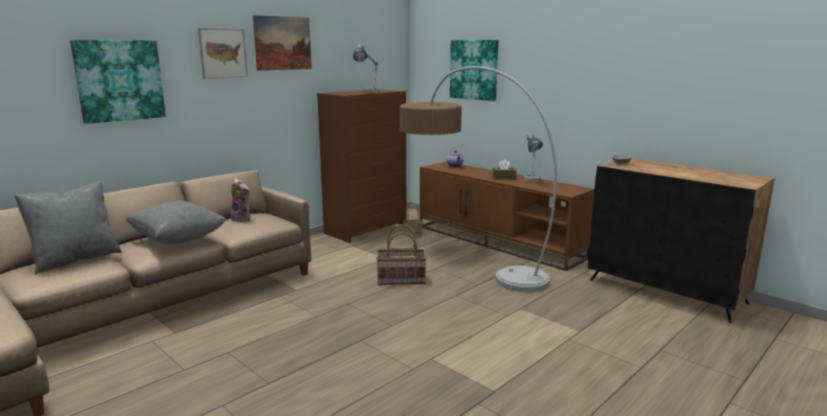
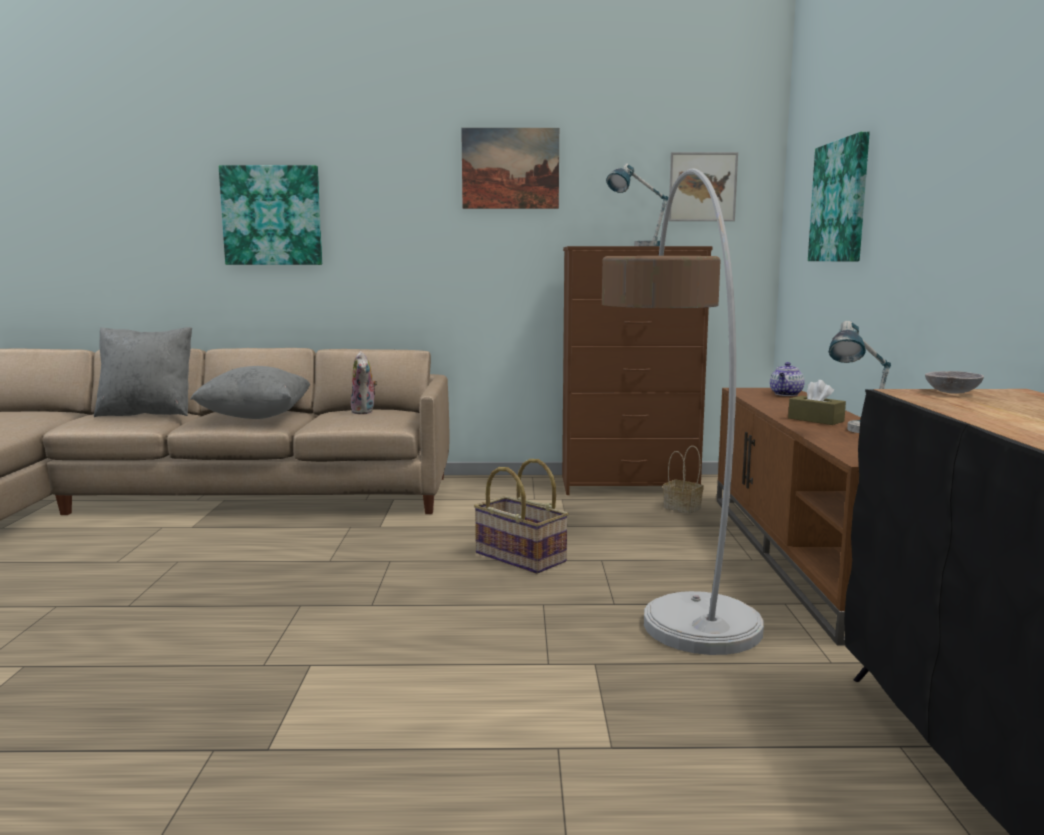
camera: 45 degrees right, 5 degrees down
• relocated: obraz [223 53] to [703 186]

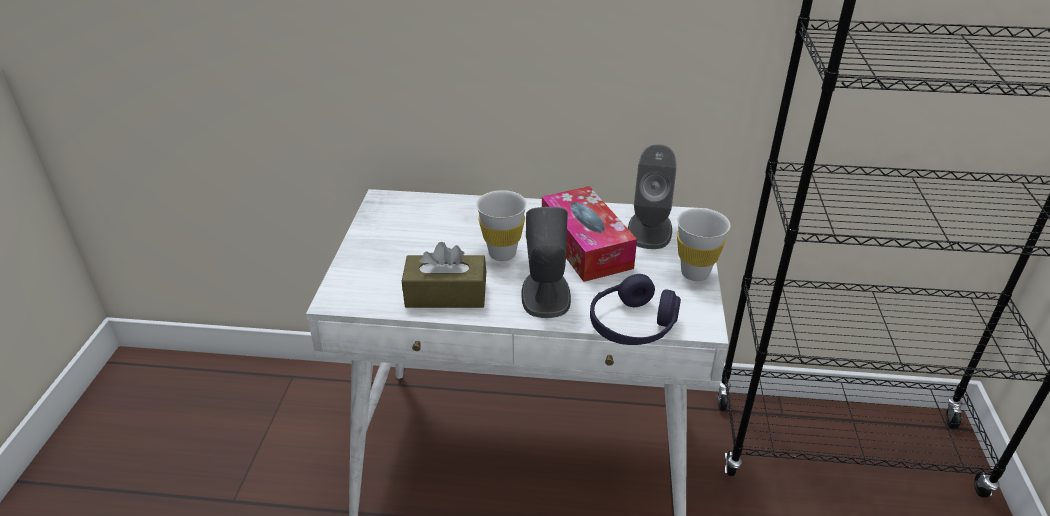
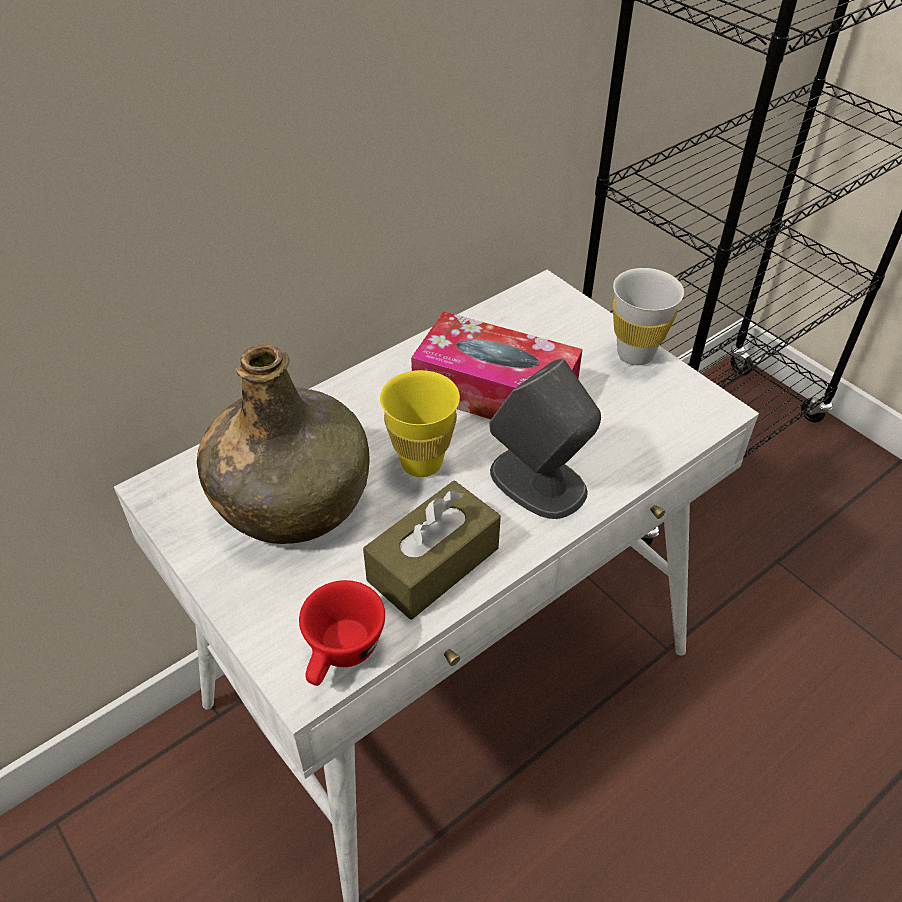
camera: 45 degrees left, 10 degrees up
• missing: słuchawki [fioletowy] [635 309]
• missing: głośnik [szary] [652 196]
• appeared: butelka [zielony] [283 444]
• appeared: filiżanka [czerwony] [342 633]
• colour: filiżanka [biały] [501 225] to filiżanka [żółty] [420 423]

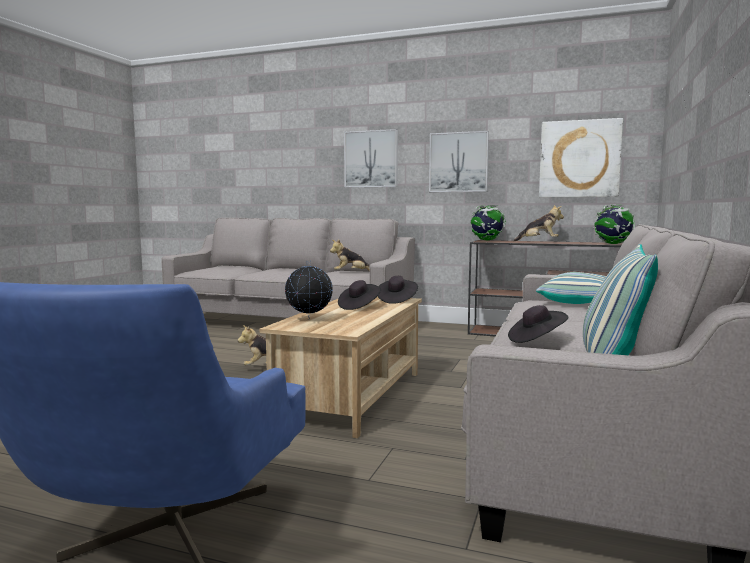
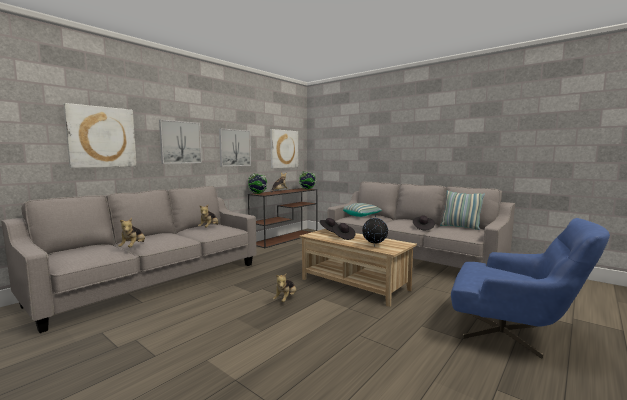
camera: 70 degrees left, 0 degrees up
• appeared: obraz [100 135]
• appeared: pluszak [131 232]

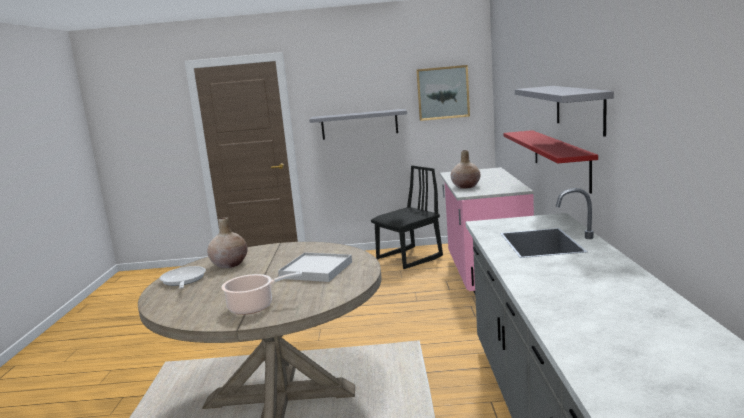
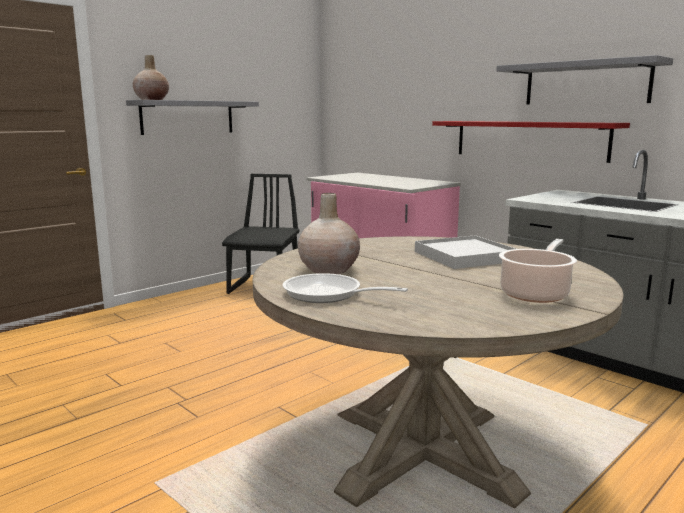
camera: 45 degrees left, 0 degrees up
• missing: obraz [443 93]
• relocated: wazon [beżowy] [466 169] to [151 77]

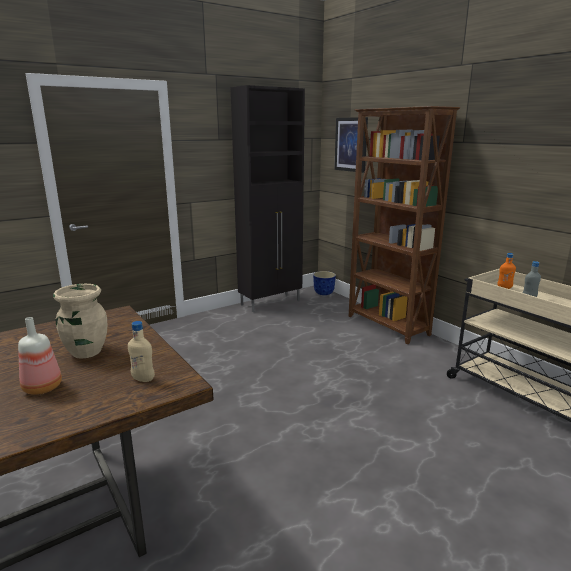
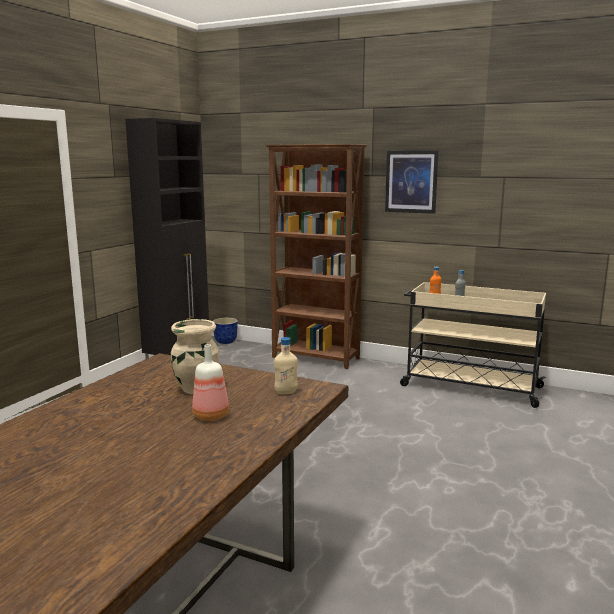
camera: 30 degrees left, 5 degrees down
• relocated: obraz [351 145] to [412 182]

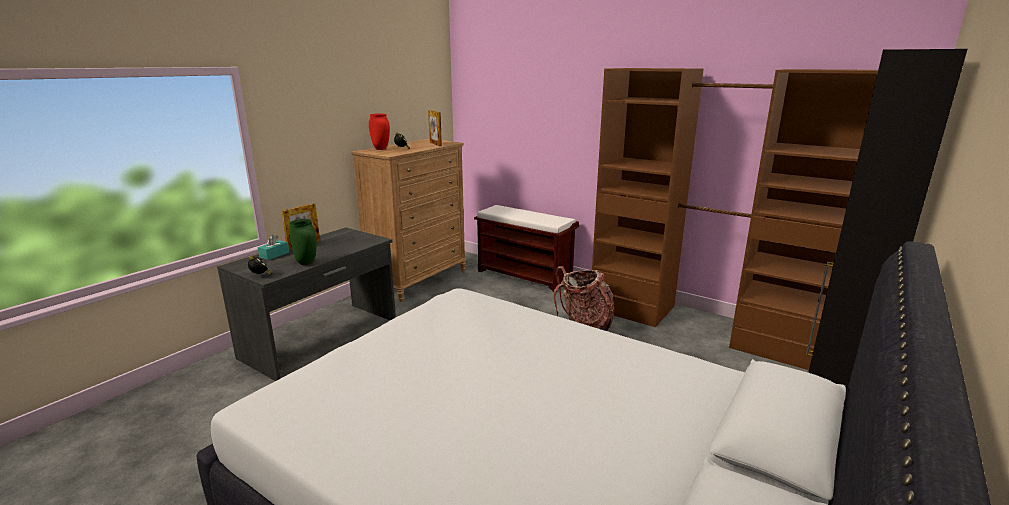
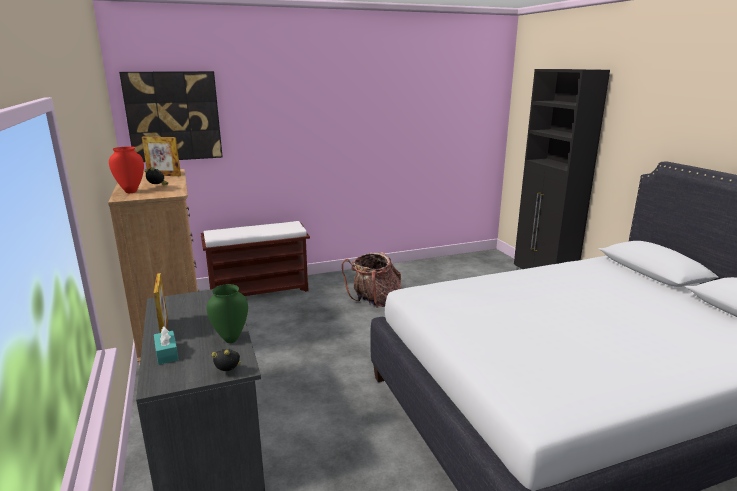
camera: 55 degrees left, 0 degrees up
• missing: szafa [brązowy] [735 219]
• appeared: obraz [171 116]

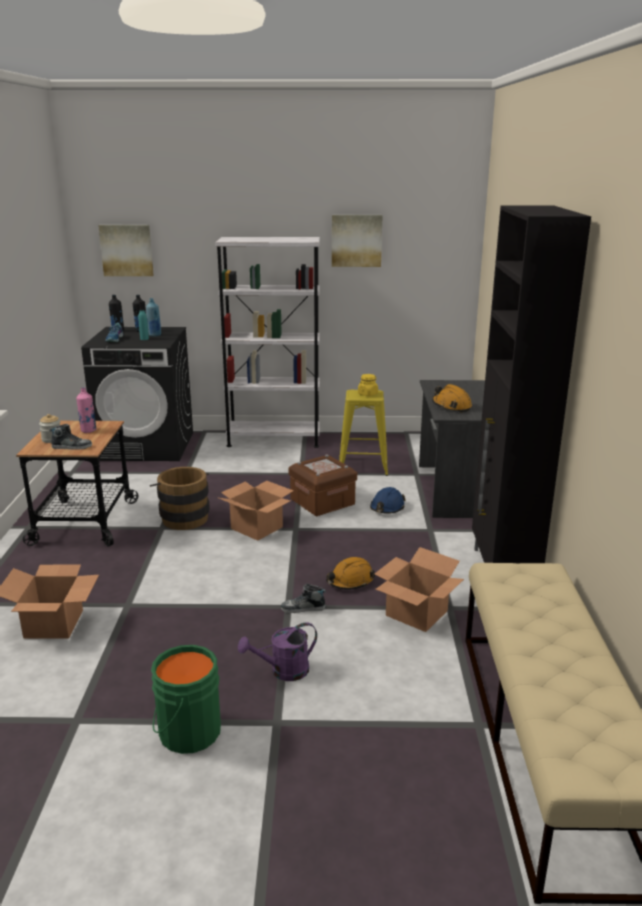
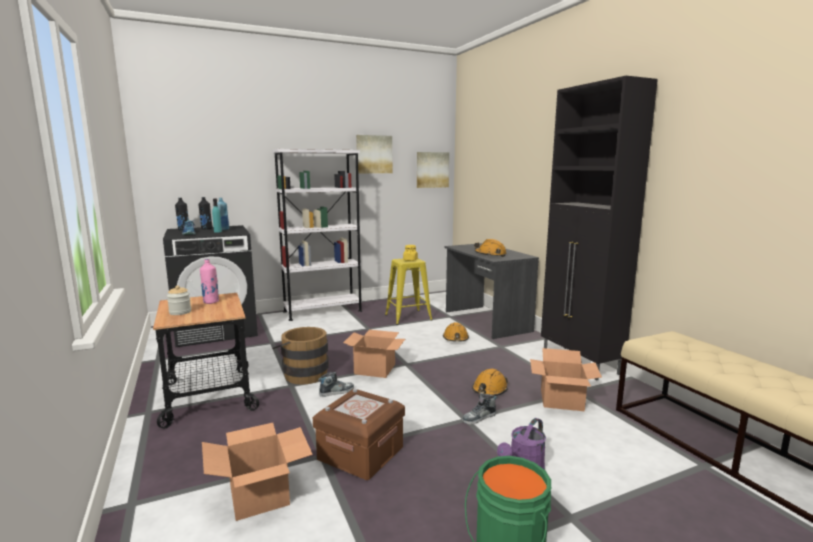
camera: 25 degrees left, 10 degrees down
• relocated: but [71 437] to [336 384]
• relocated: obraz [126 250] to [433 170]
• relocated: pojemnik do przechowywania [brązowy] [322 485] to [359 434]
• colour: kask [niebieski] [388 500] to kask [pomarańczowy] [456 332]

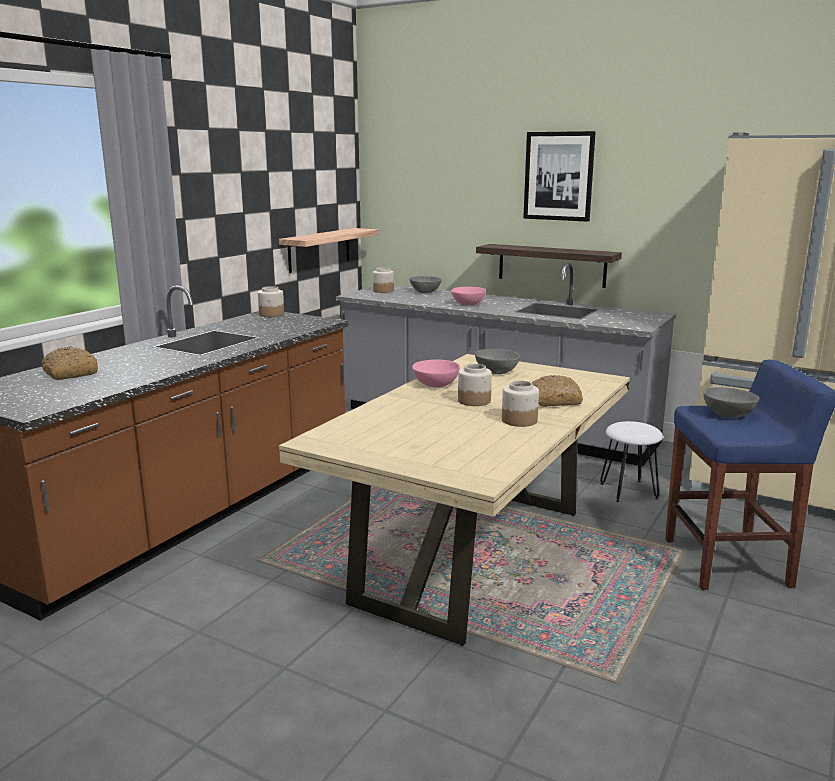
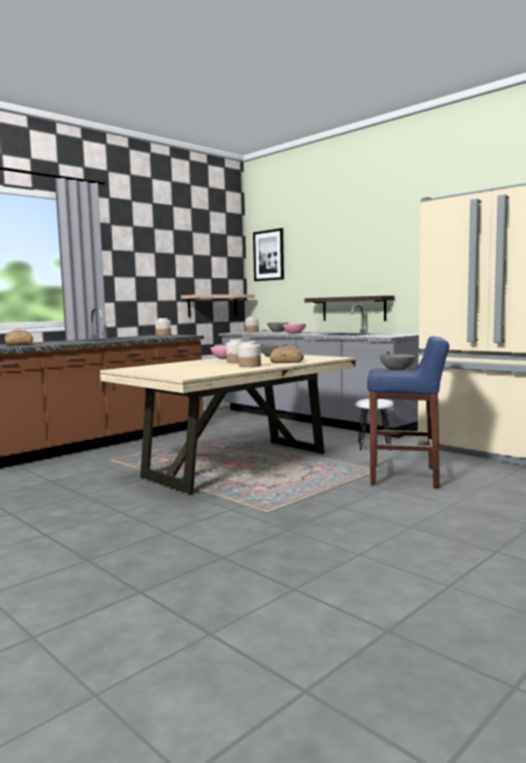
camera: 15 degrees right, 10 degrees down
• relocated: obraz [559 176] to [268 254]

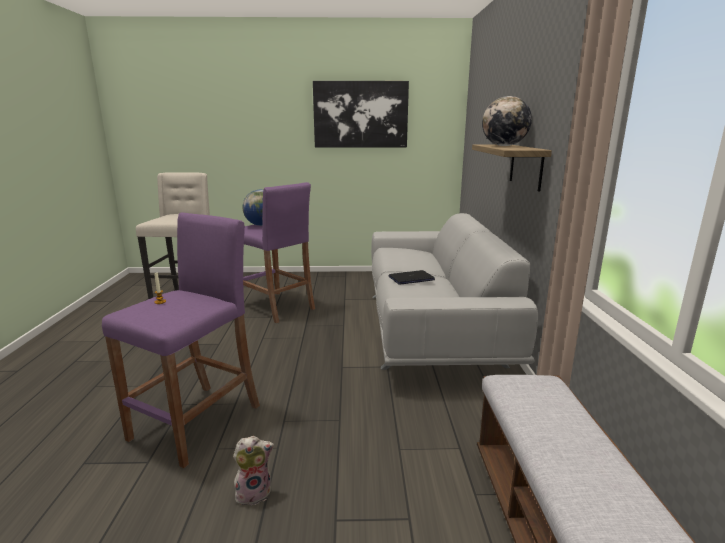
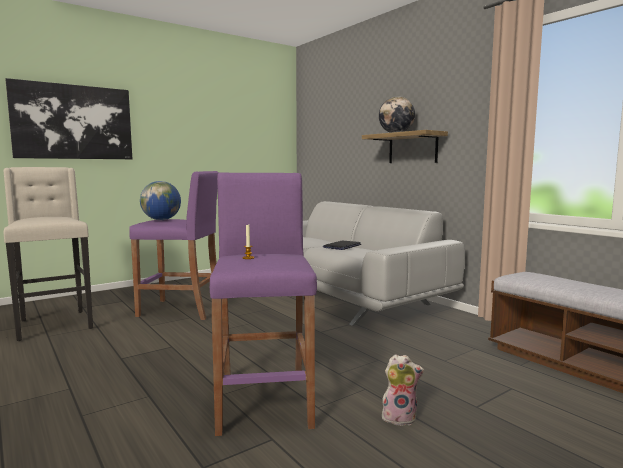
camera: 35 degrees left, 10 degrees down
• relocated: obraz [361 114] to [68 118]
• spun: pluszak [253 472] = [402 390] 60 degrees clockwise

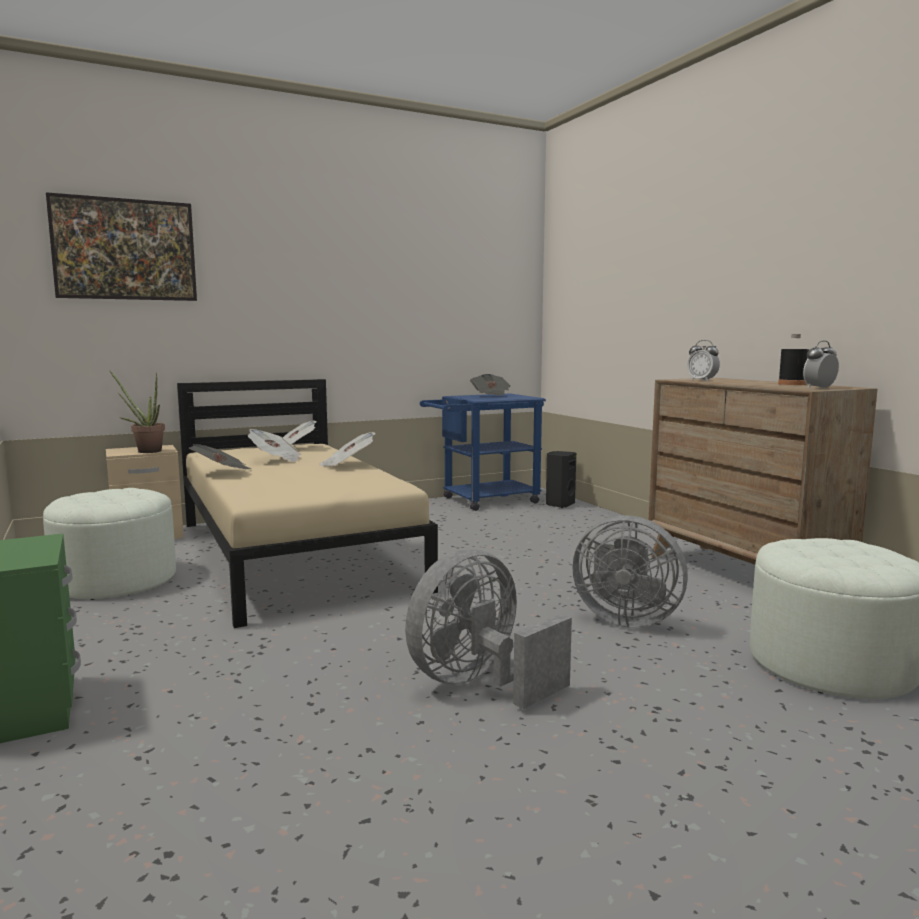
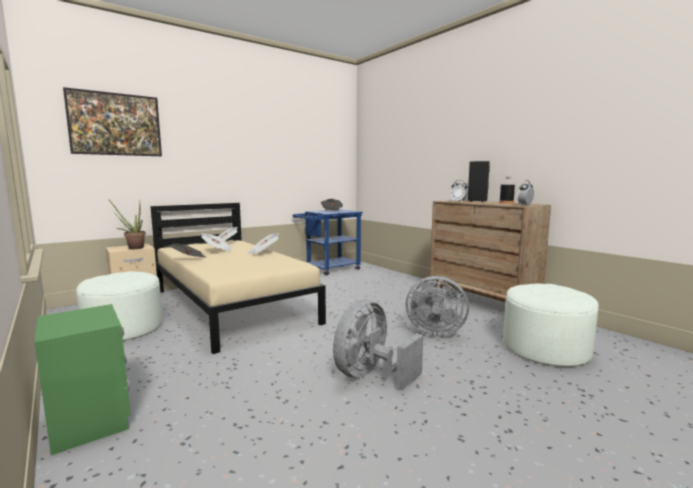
camera: 10 degrees left, 0 degrees up
• relocated: głośnik [czarny] [561 479] to [479 181]

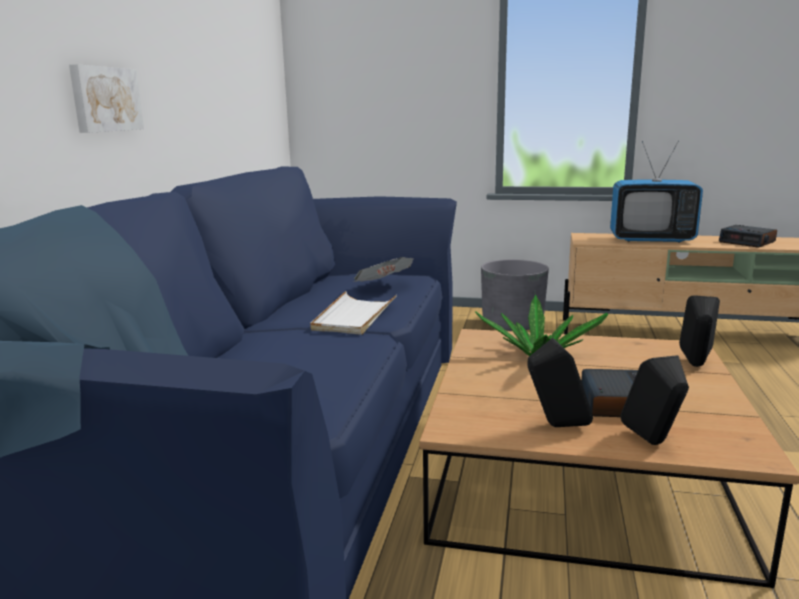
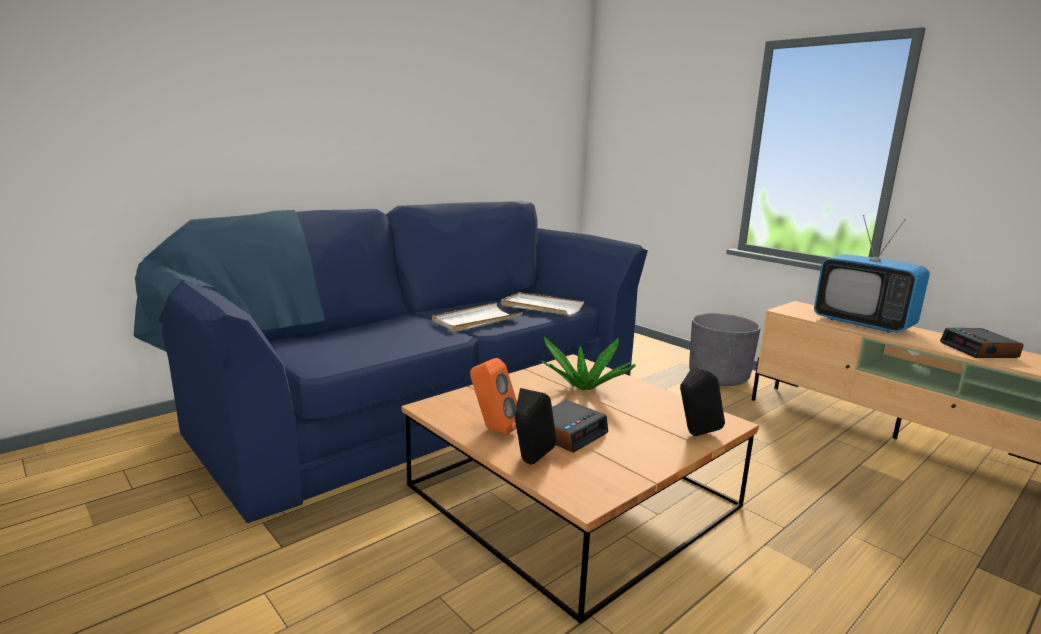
camera: 35 degrees right, 0 degrees up
• missing: obraz [106 98]
• exchanged: gazeta [383 269] to taca [biały] [542 303]
• colour: głośnik [czarny] [560 382] to głośnik [pomarańczowy] [493 396]

